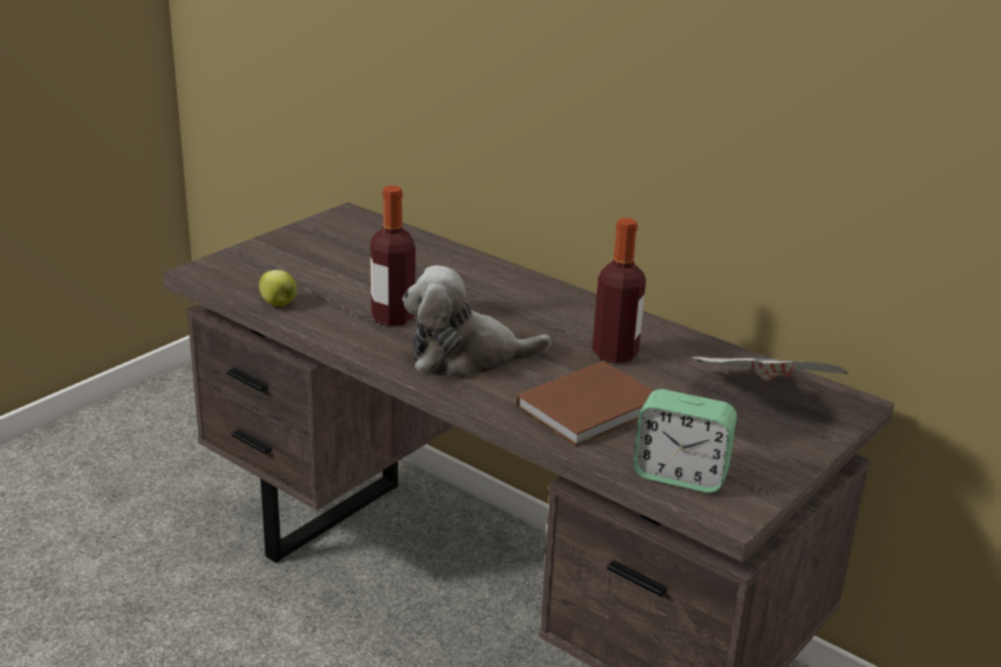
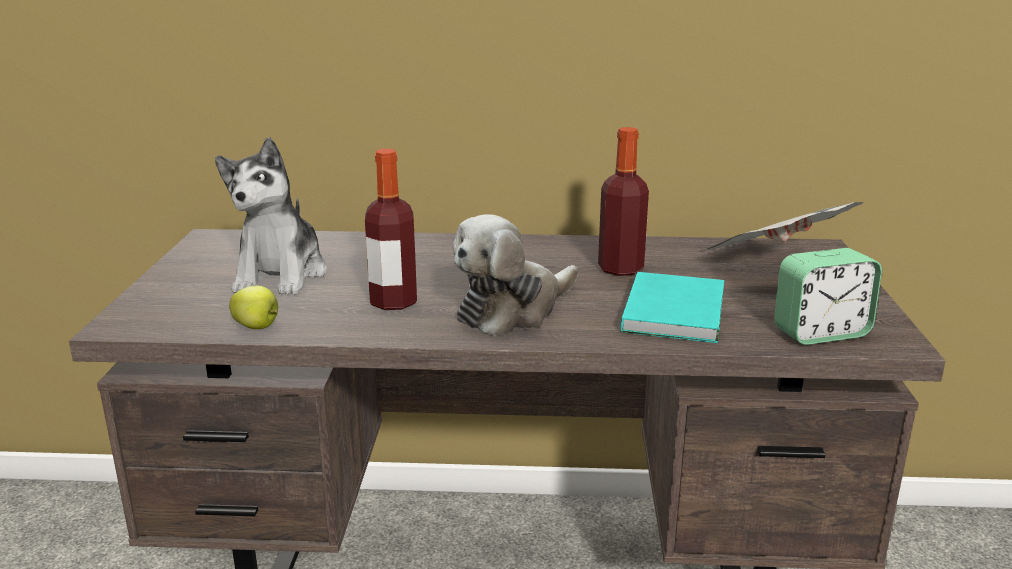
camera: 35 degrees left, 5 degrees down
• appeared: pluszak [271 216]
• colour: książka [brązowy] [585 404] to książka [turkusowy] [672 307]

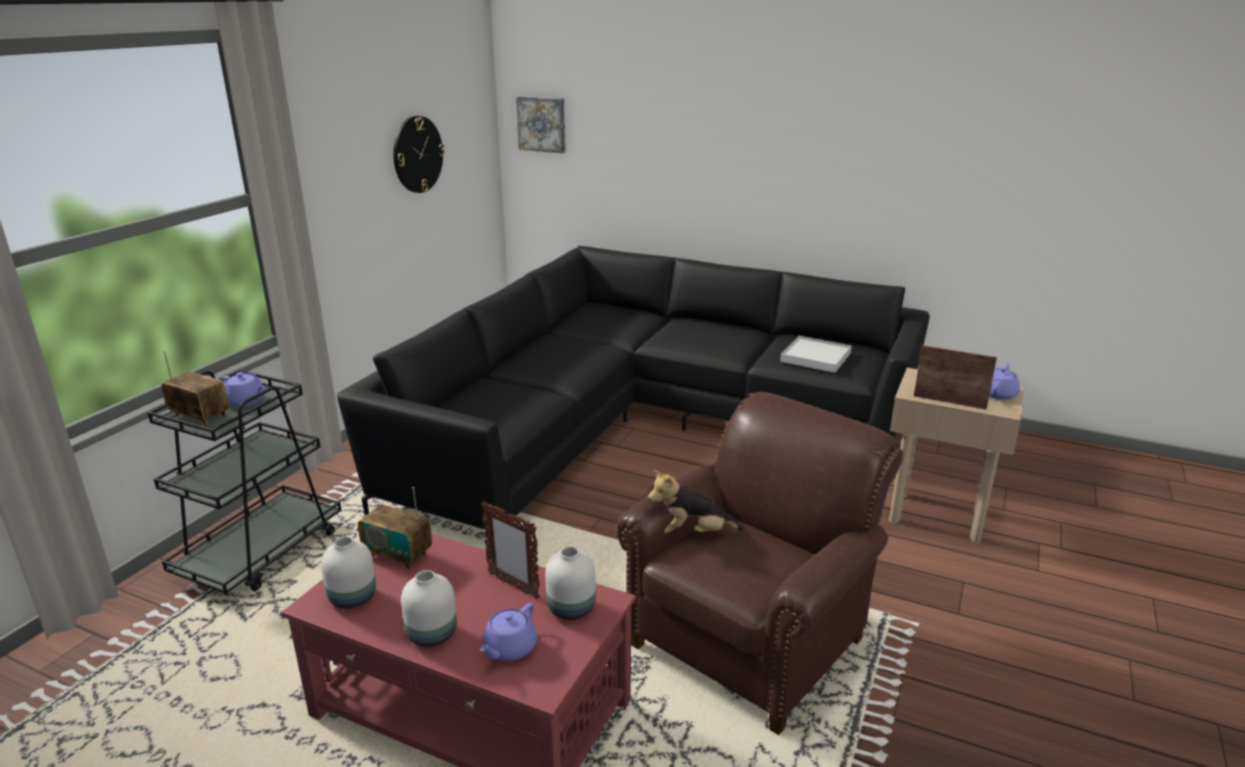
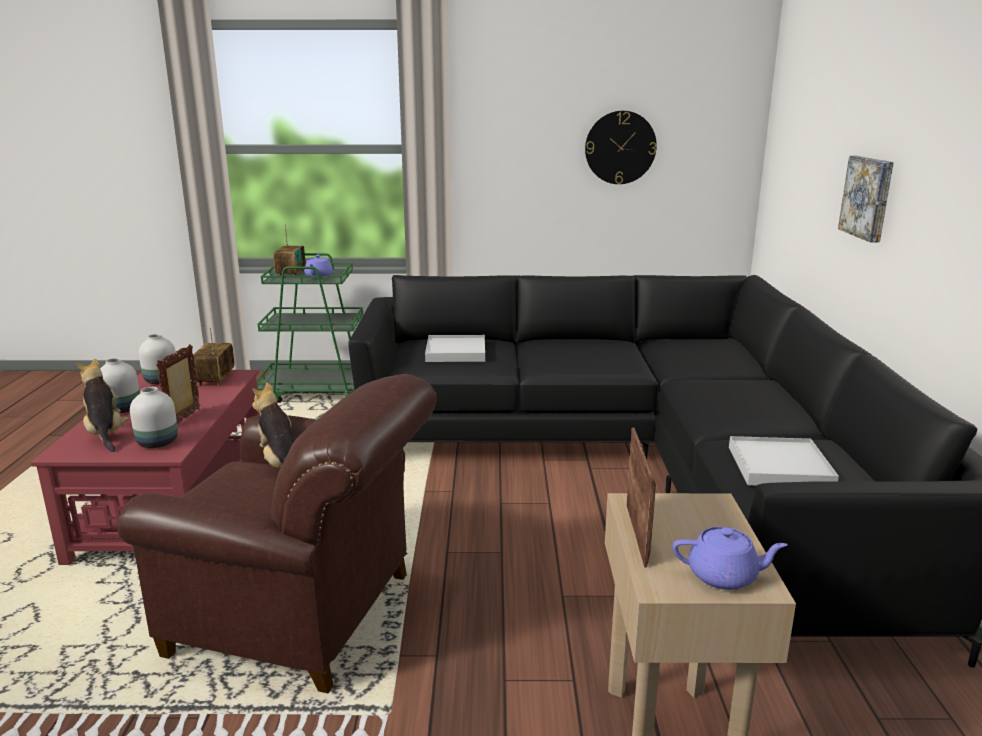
camera: 65 degrees right, 5 degrees down
• appeared: taca [biały] [455 348]
• relocated: obraz [541 124] to [866 199]
• exchanged: imbryk [fioletowy] [508 632] to pluszak [103 405]
• colour: wózek [czarny] [244 482] to wózek [zielony] [310 328]

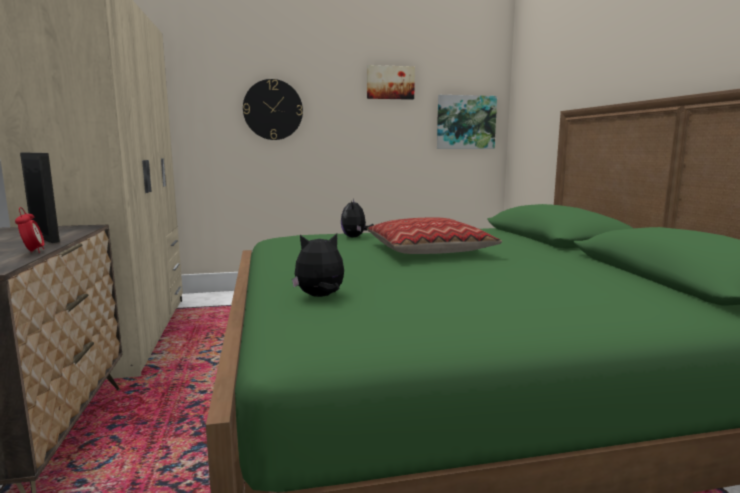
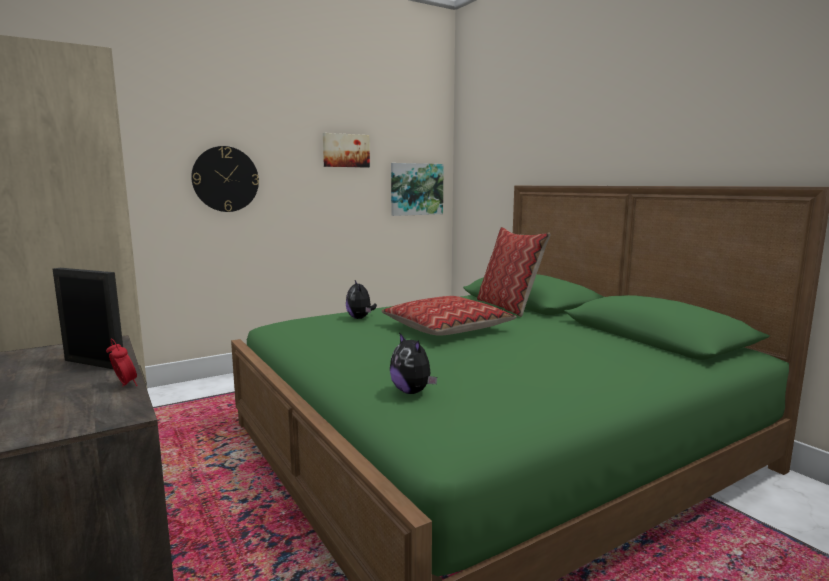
camera: 20 degrees left, 0 degrees up
• appeared: poduszka [513 272]
• spun: pluszak [318 265] = [413 363] 90 degrees counterclockwise

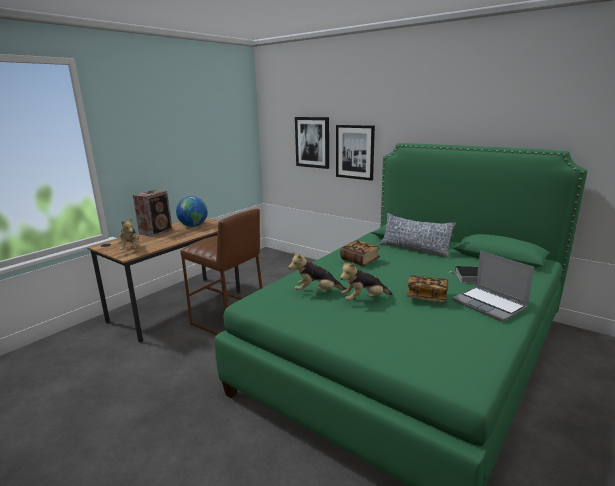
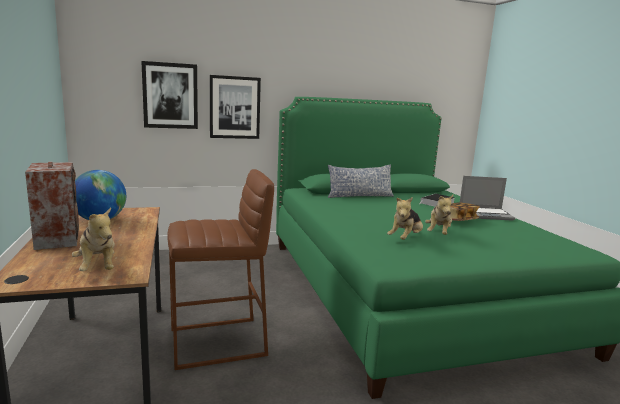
camera: 55 degrees left, 5 degrees down
• missing: książka [360 253]
• spun: pluszak [128 234] = [93 239] 45 degrees clockwise

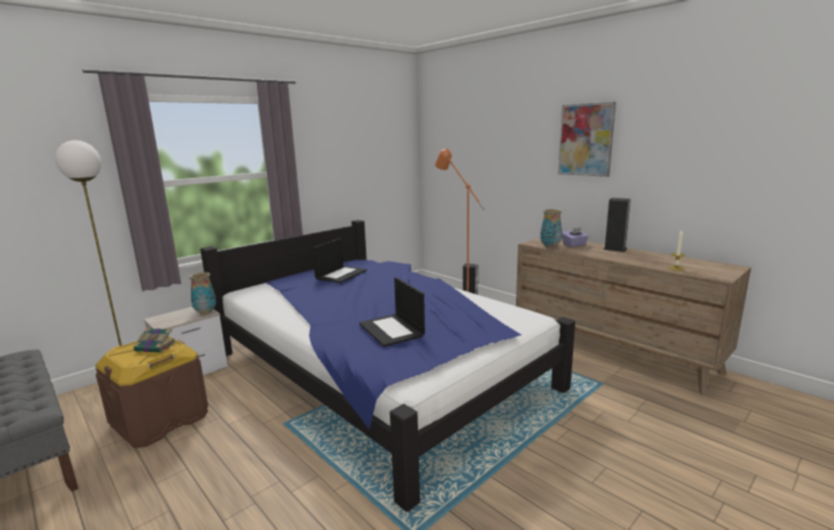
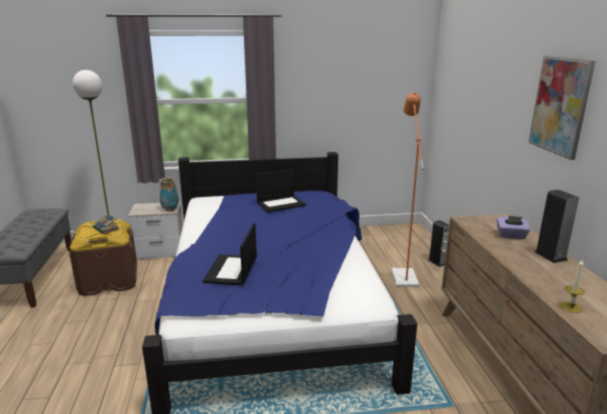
camera: 35 degrees right, 5 degrees up
• missing: wazon [551 228]

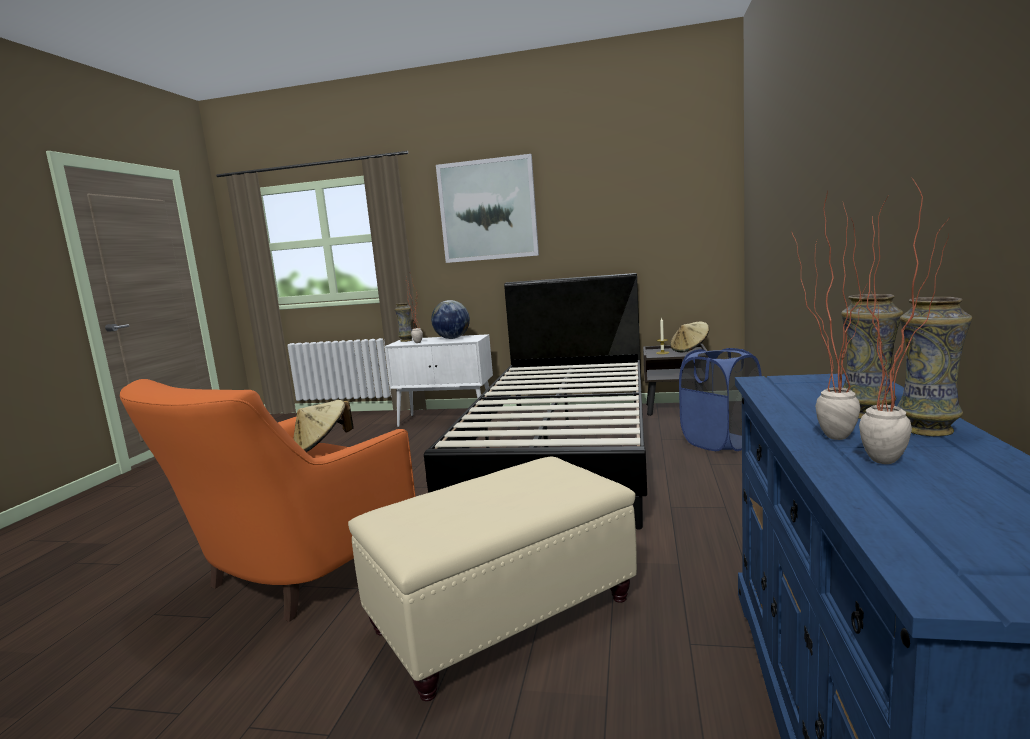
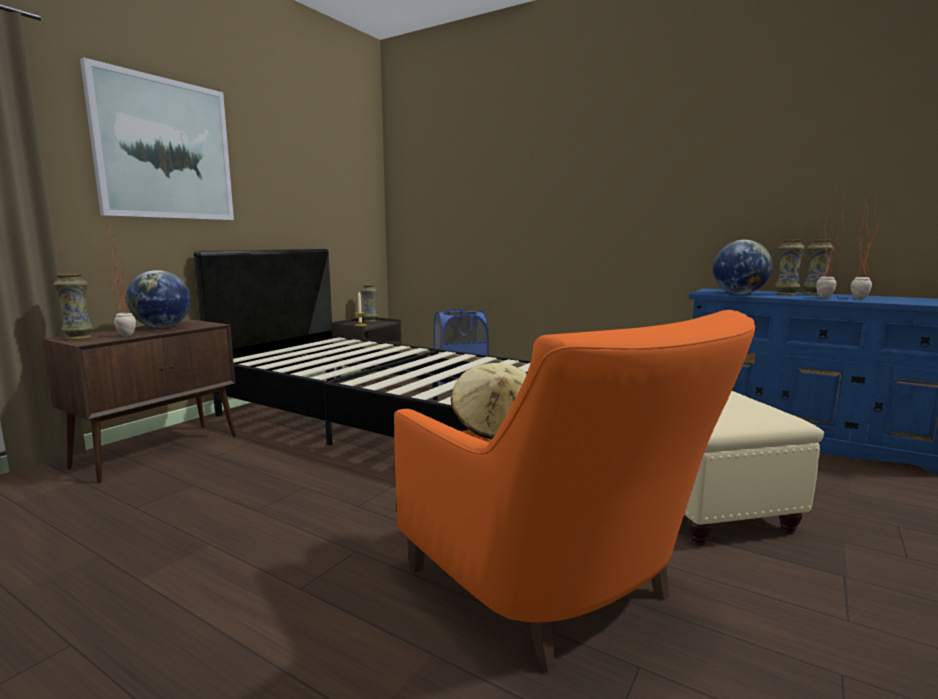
camera: 70 degrees left, 0 degrees up
• appeared: globus [742 267]
• exchanged: kapelusz [beżowy] [689 337] to wazon [369 303]
• colour: szafka [biały] [438 380] to szafka [brązowy] [139 401]

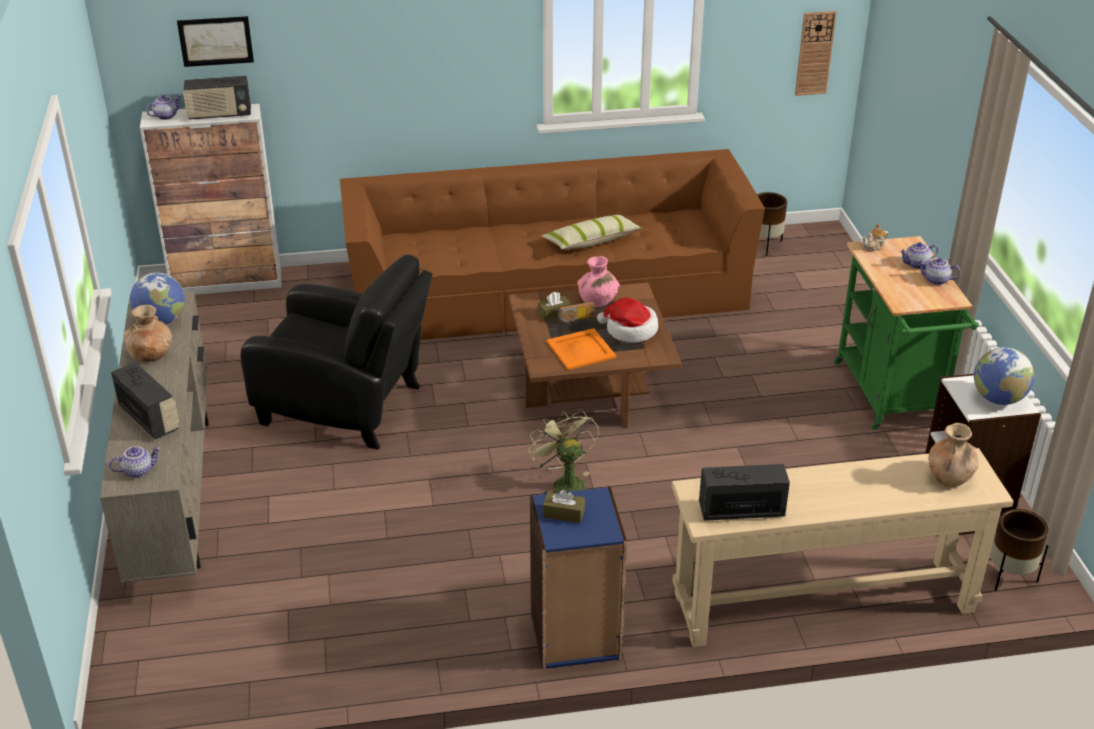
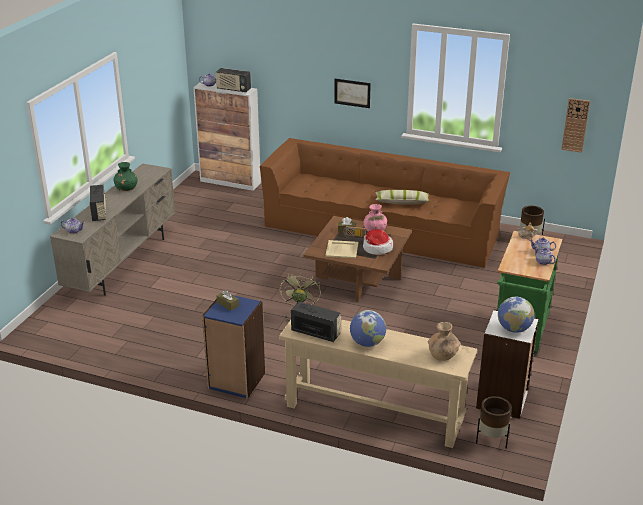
camera: 30 degrees right, 5 degrees down
• missing: fotel [czarny] [336 352]
• relocated: globus [157 298] to [368 328]
• relocated: obraz [215 41] to [352 93]
• colour: wazon [brązowy] [148 333] to wazon [zielony] [126 176]
• colour: taca [pomarańczowy] [581 349] to taca [beżowy] [341 249]

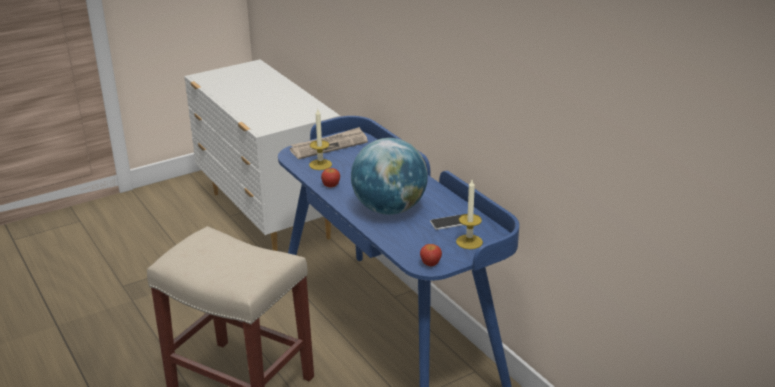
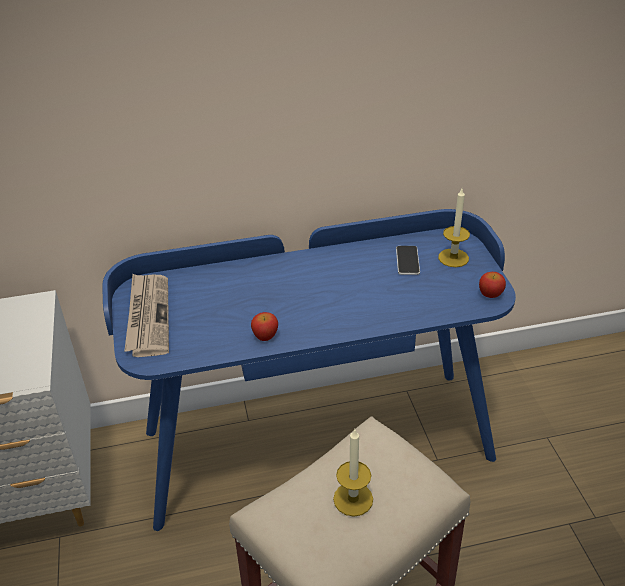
camera: 70 degrees left, 10 degrees up
• missing: globus [389 176]
• relocated: świeca [320 139] to [353 472]

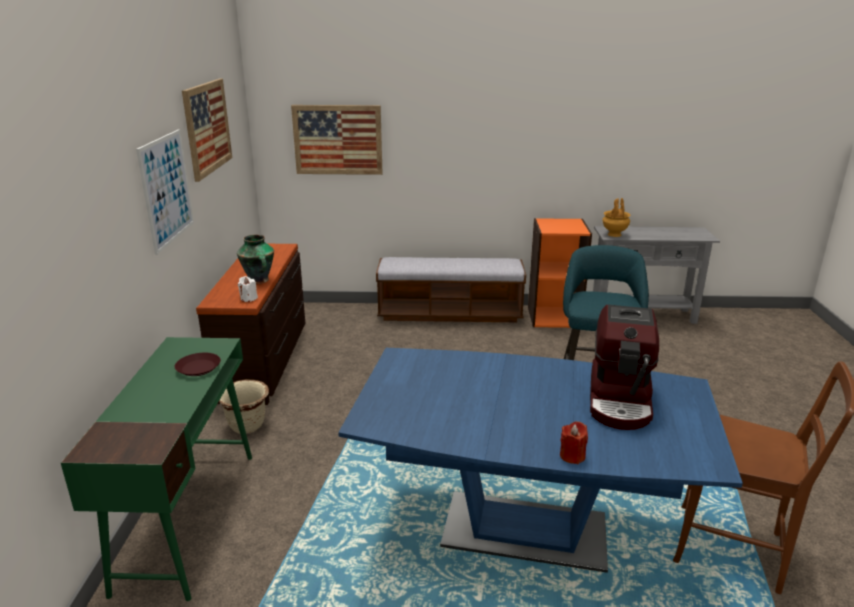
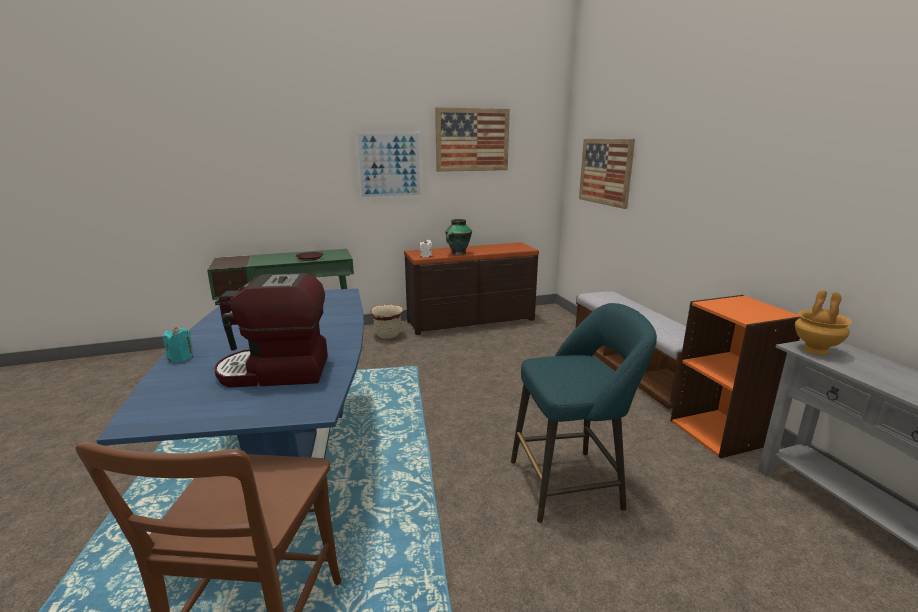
camera: 70 degrees right, 5 degrees down
• colour: świeca [czerwony] [574 442] to świeca [turkusowy] [178 344]

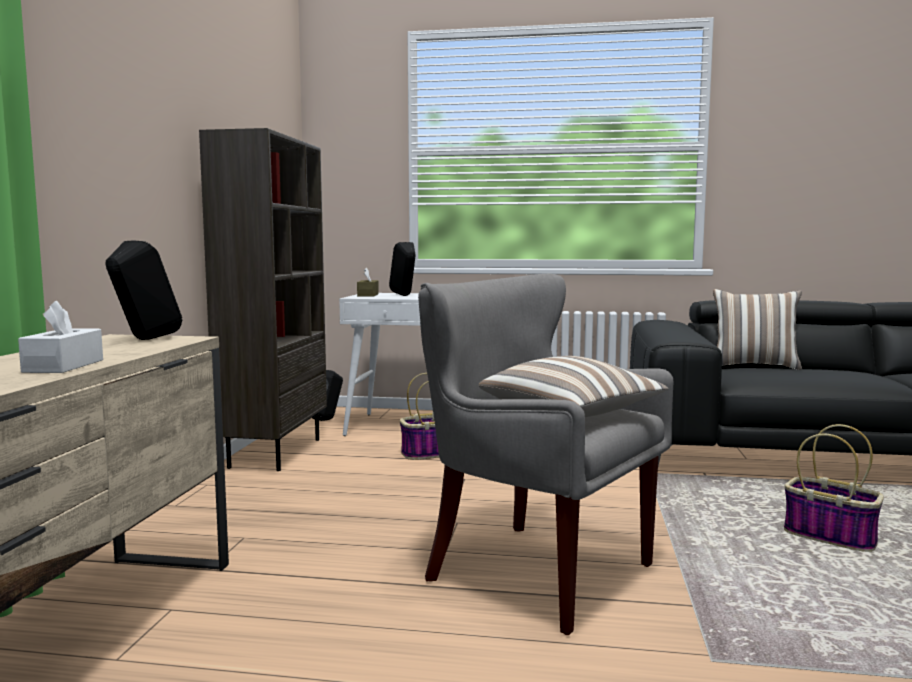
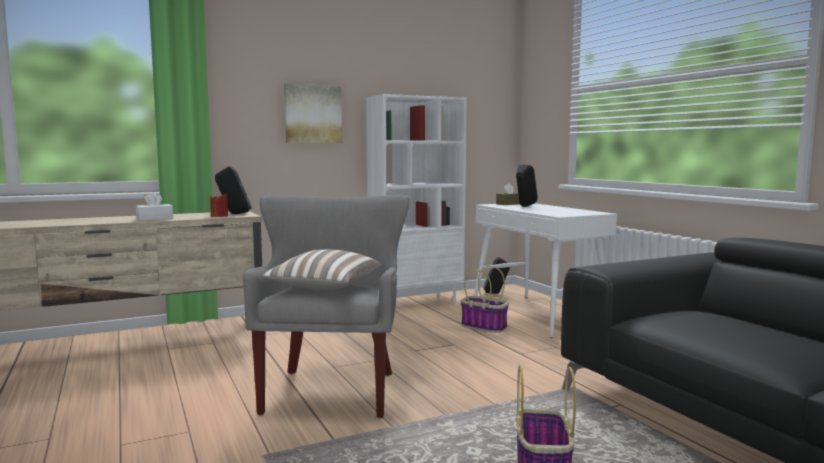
camera: 55 degrees right, 0 degrees up
• missing: poduszka [757 329]
• appeared: świeca [czerwony] [219 204]
• appeared: obraz [313 113]
• colour: regał [brązowy] [263 299] to regał [biały] [416 198]

